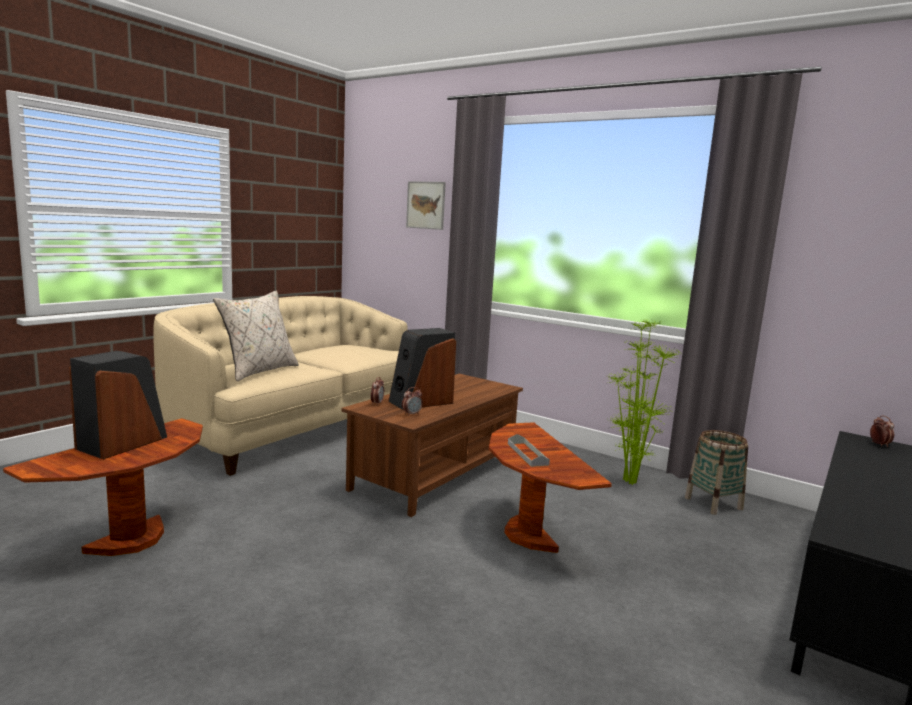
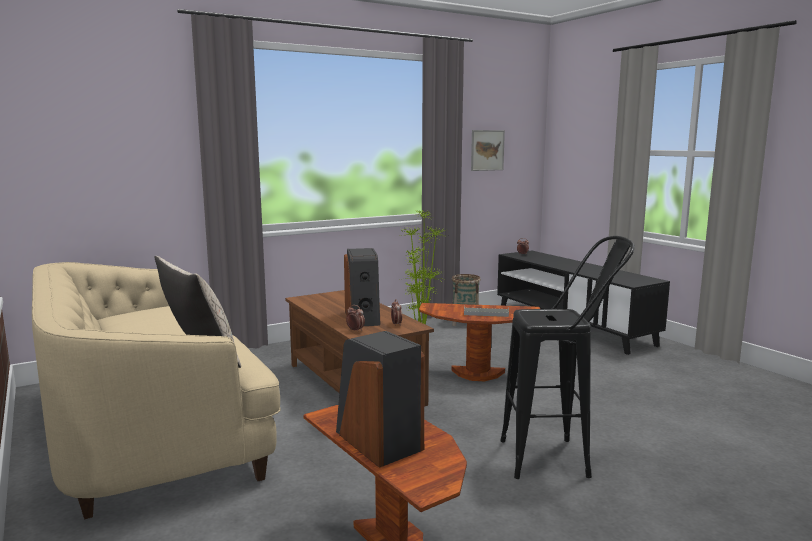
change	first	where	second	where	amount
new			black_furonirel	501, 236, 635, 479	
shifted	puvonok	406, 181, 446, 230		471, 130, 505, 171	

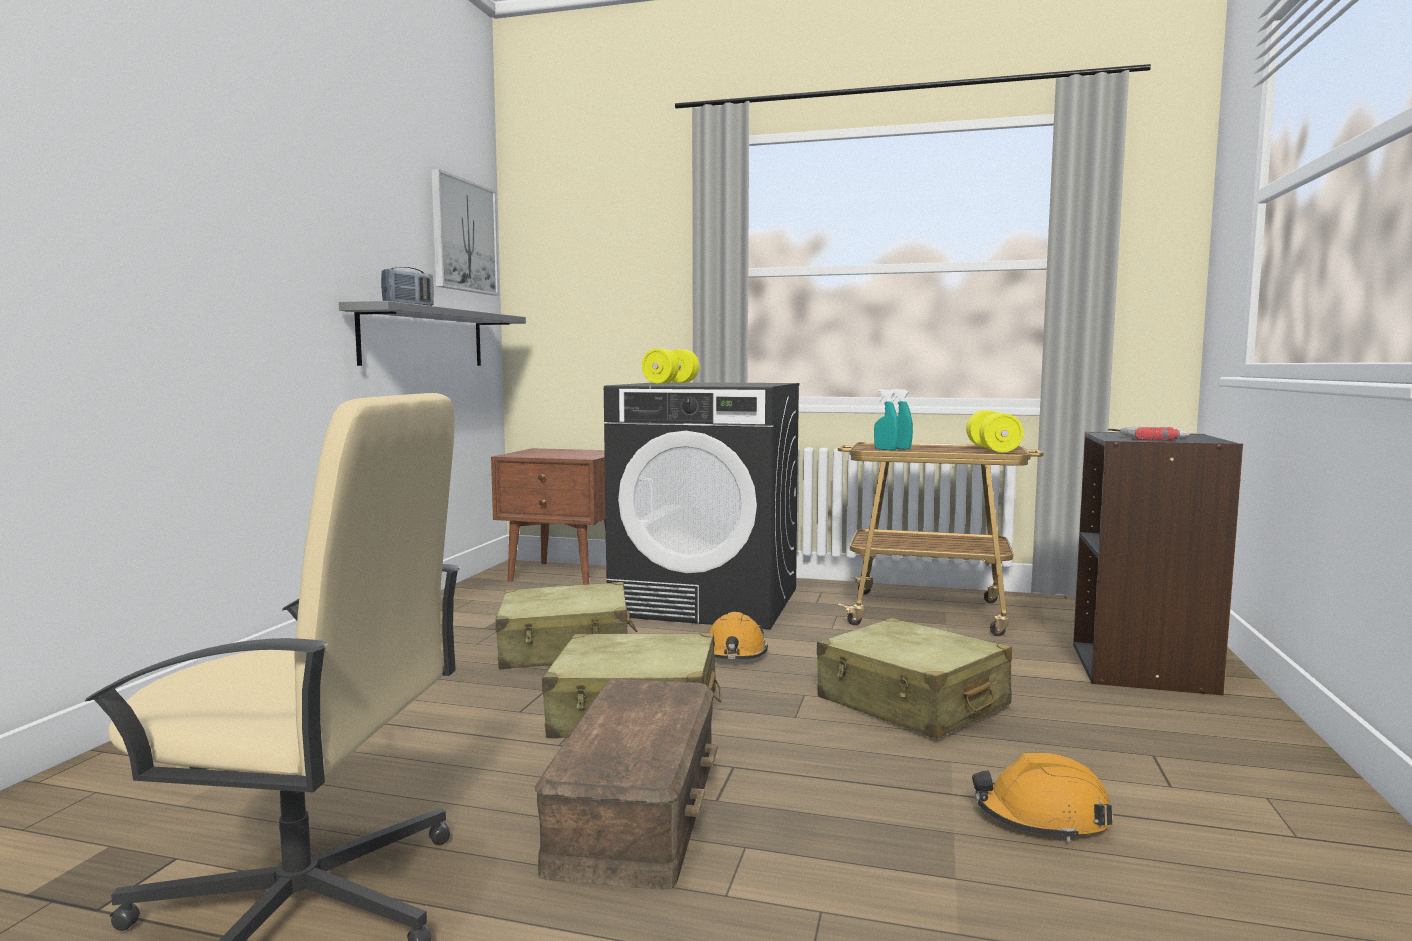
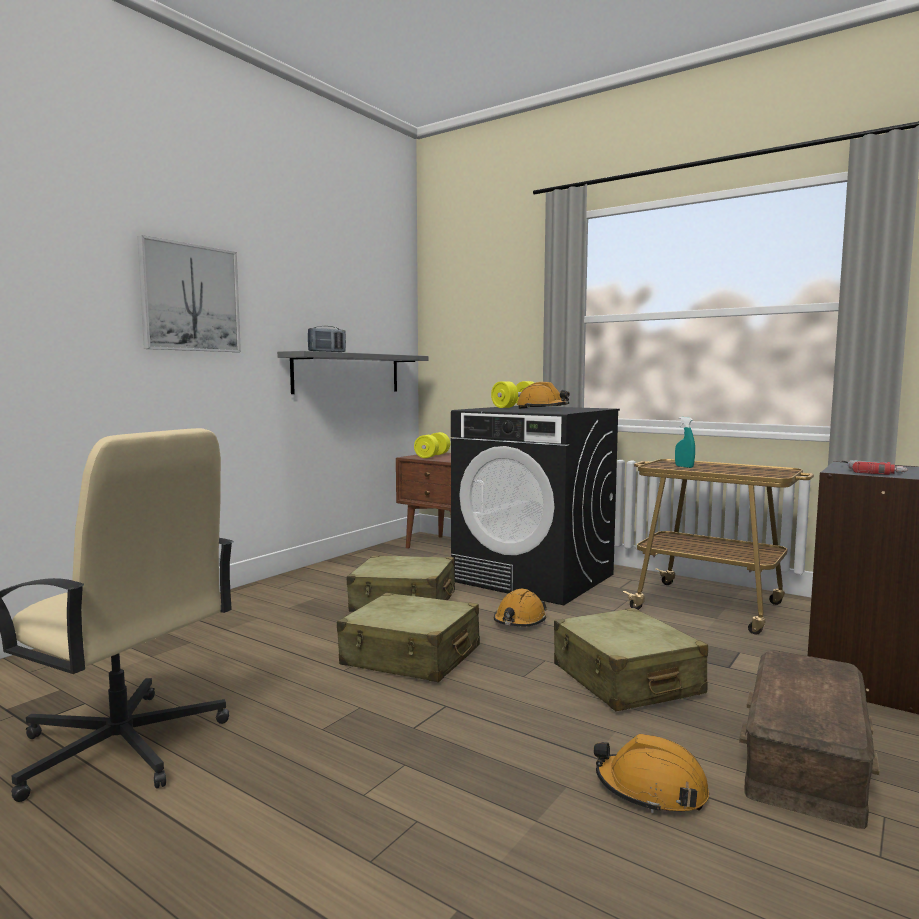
change	first	where	second	where	amount
gone	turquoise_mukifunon	874, 389, 899, 450			
new			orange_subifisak	517, 382, 570, 409	
shifted	puvonok	431, 169, 499, 295		137, 235, 241, 352	
shifted	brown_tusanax	535, 679, 718, 890		739, 650, 880, 829	
shifted	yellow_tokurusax	966, 410, 1023, 453		414, 432, 450, 458	

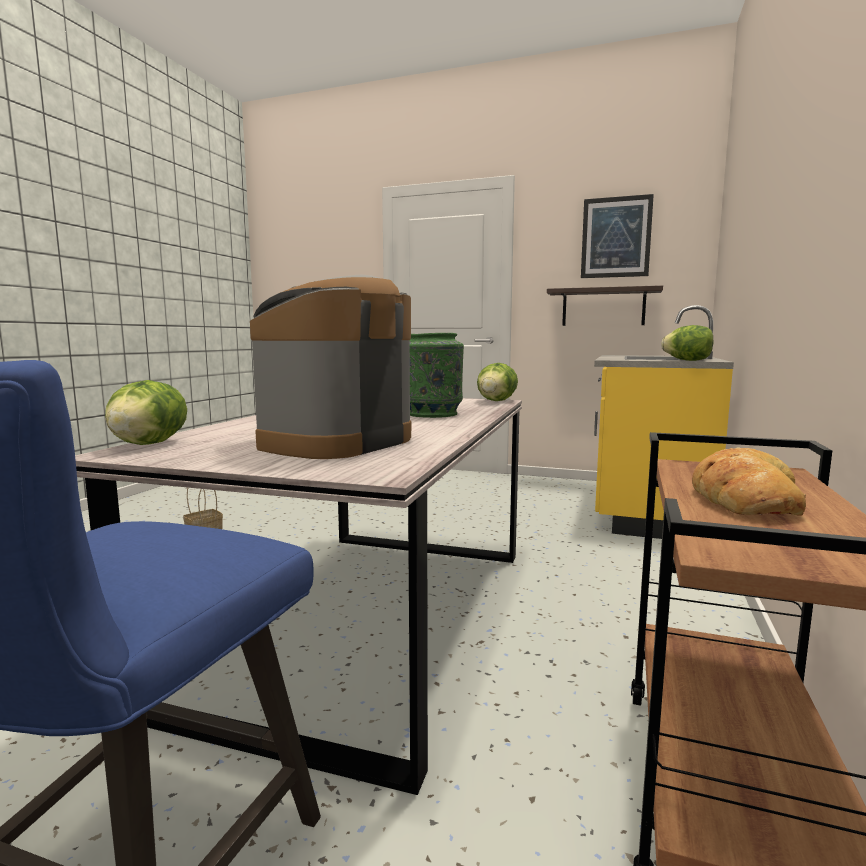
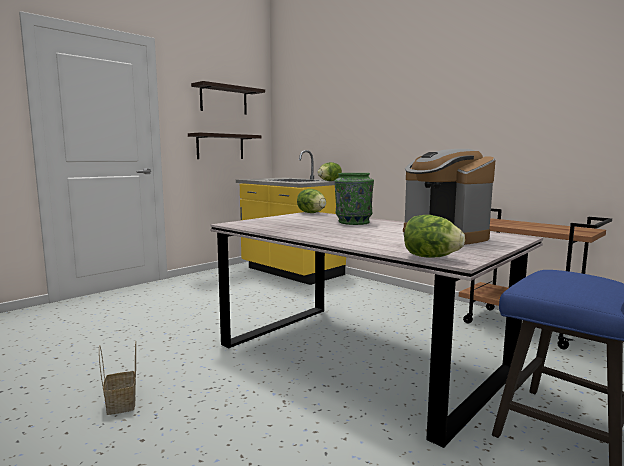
change	first	where	second	where	amount
gone	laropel	692, 447, 806, 515			
swapped	puvonok	581, 194, 654, 278	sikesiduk	191, 81, 265, 115	

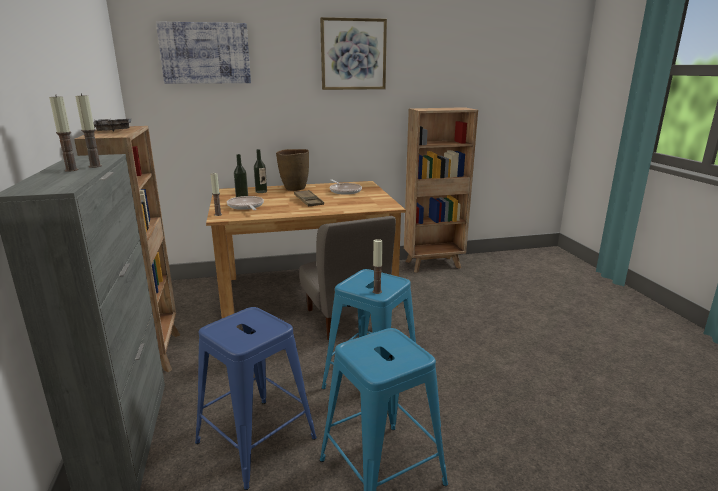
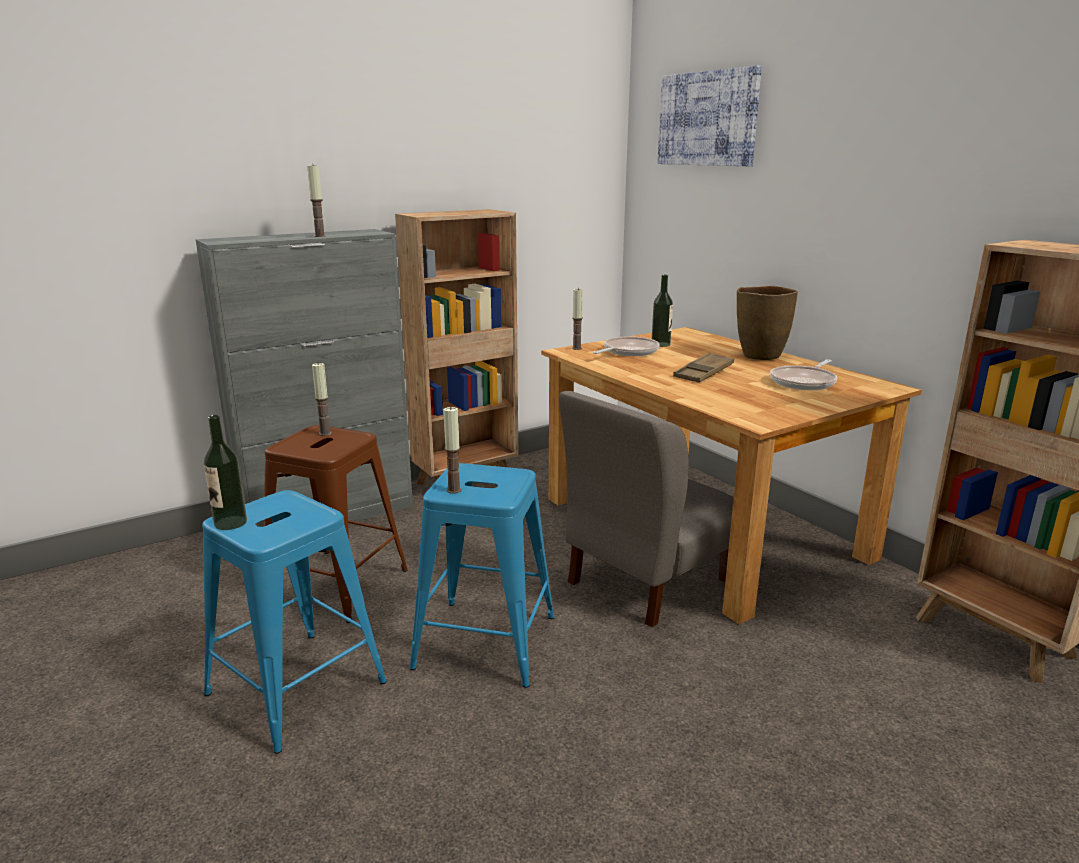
change	first	where	second	where	amount
gone	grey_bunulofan	93, 118, 131, 132			
gone	puvonok	320, 17, 387, 90			
shifted	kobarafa	49, 94, 79, 172		312, 362, 332, 436	
shifted	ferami	254, 149, 267, 193		204, 415, 247, 530	
repainted	blue_furonirel	195, 307, 317, 490	brown_furonirel	264, 425, 408, 623	

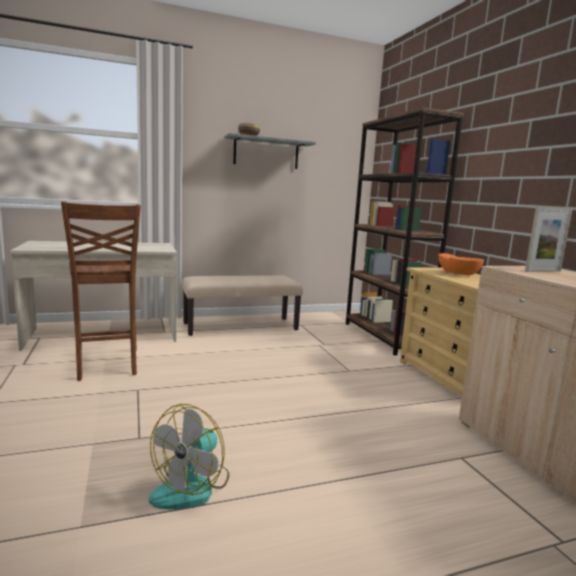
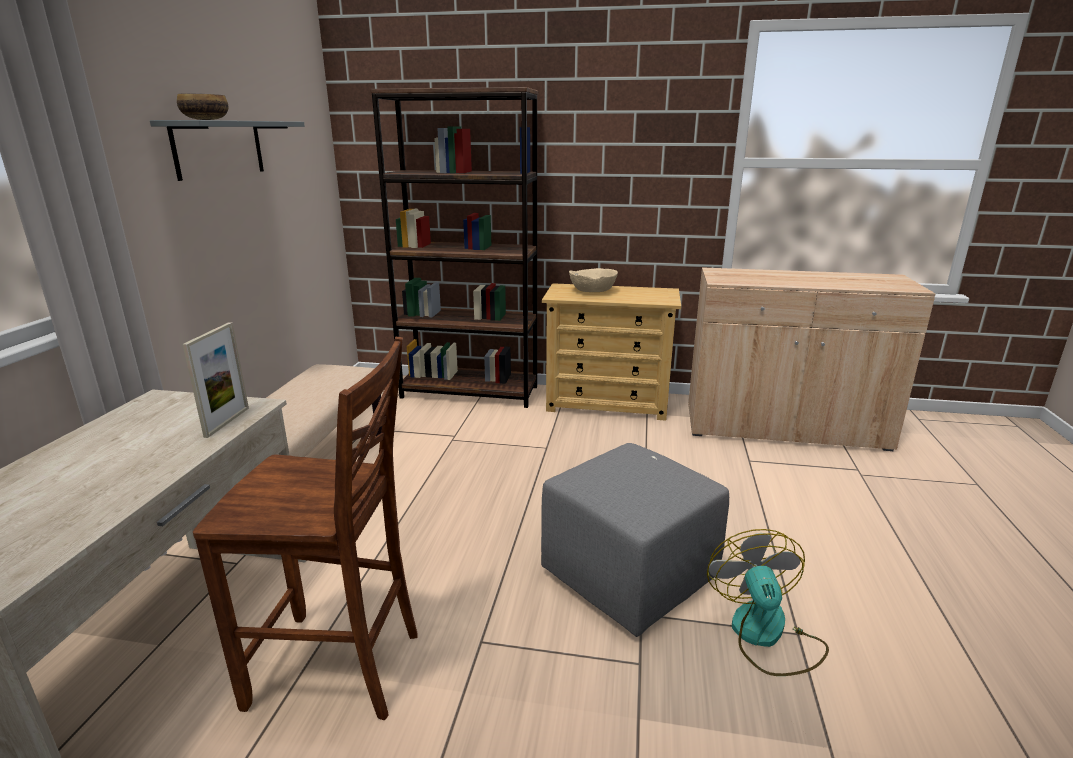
change	first	where	second	where	amount
new			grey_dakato	541, 443, 729, 637	
shifted	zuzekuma	525, 206, 573, 272		183, 322, 249, 438	
repainted	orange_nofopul	438, 253, 484, 275	beige_nofopul	569, 268, 618, 292	
rotated	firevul	149, 404, 229, 509		707, 529, 829, 676	150 degrees counterclockwise

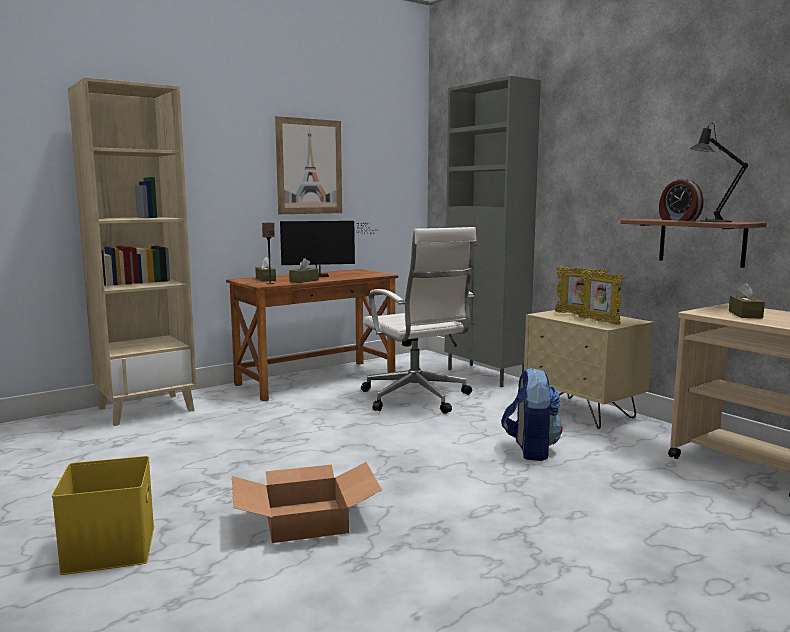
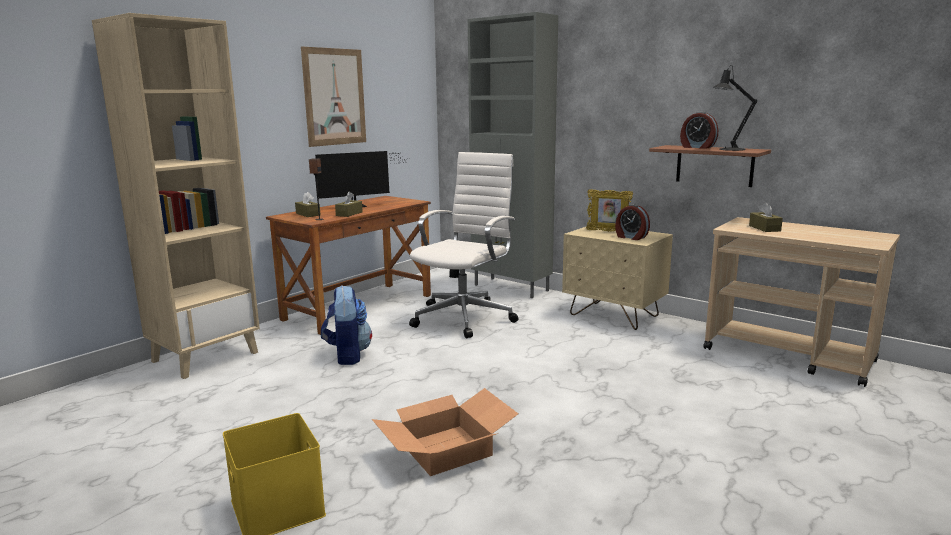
change	first	where	second	where	amount
shifted	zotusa	501, 367, 563, 461		321, 285, 372, 365	
swapped	zuzekuma	578, 270, 623, 325	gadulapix	615, 204, 650, 240	
rotated	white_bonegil	361, 227, 477, 414		409, 152, 519, 338	105 degrees counterclockwise

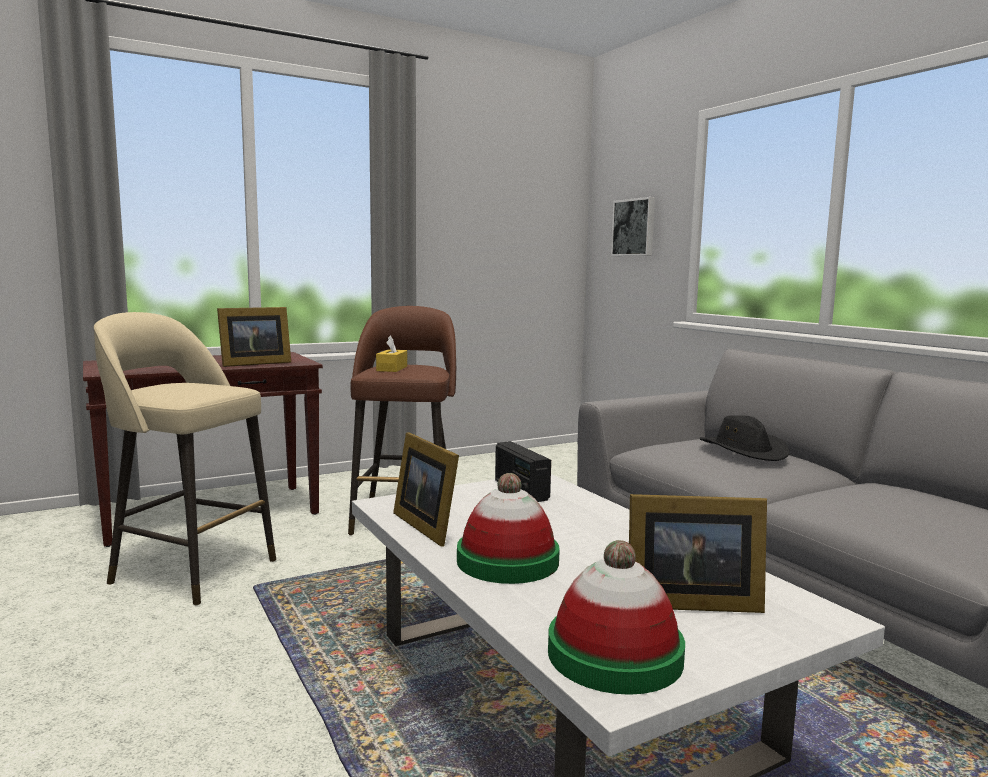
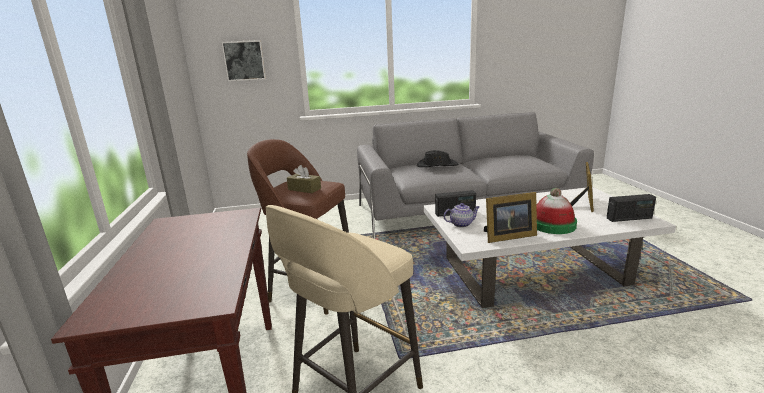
change	first	where	second	where	amount
gone	zuzekuma	217, 307, 291, 367			
new			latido	443, 203, 479, 227	
swapped	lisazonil	548, 540, 685, 695	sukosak	607, 194, 656, 222	
repainted	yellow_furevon	376, 335, 407, 372	brown_furevon	287, 165, 321, 193	

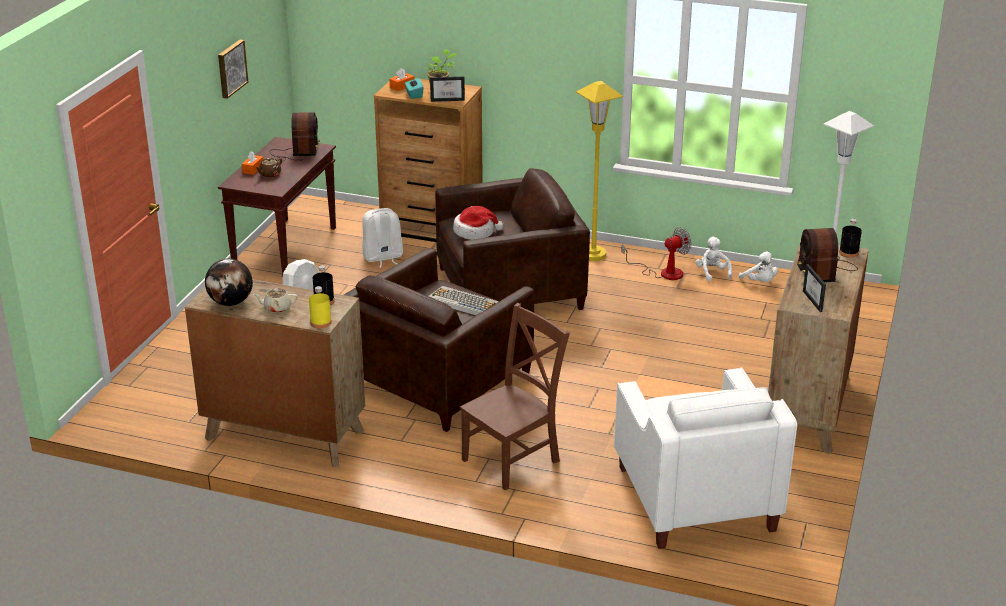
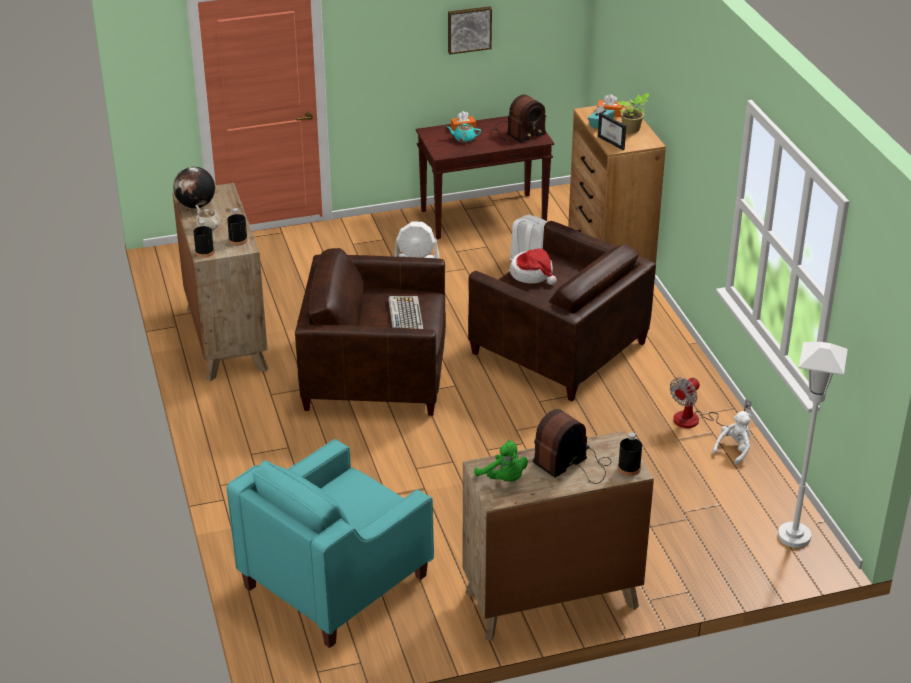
change	first	where	second	where	amount
gone	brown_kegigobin	460, 303, 570, 491			
gone	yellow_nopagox	576, 81, 623, 261			
gone	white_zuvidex	739, 252, 778, 282			
swapped	zuzekuma	803, 264, 826, 312	green_zuvidex	474, 440, 528, 482	
repainted	brown_latido	256, 158, 282, 177	turquoise_latido	447, 123, 481, 143	
repainted	yellow_ferami	309, 286, 332, 328	black_ferami	193, 220, 214, 258	
repainted	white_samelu	614, 368, 797, 549	turquoise_samelu	227, 439, 434, 648	
rotated	firevul	621, 227, 691, 280		670, 377, 751, 428	105 degrees clockwise

